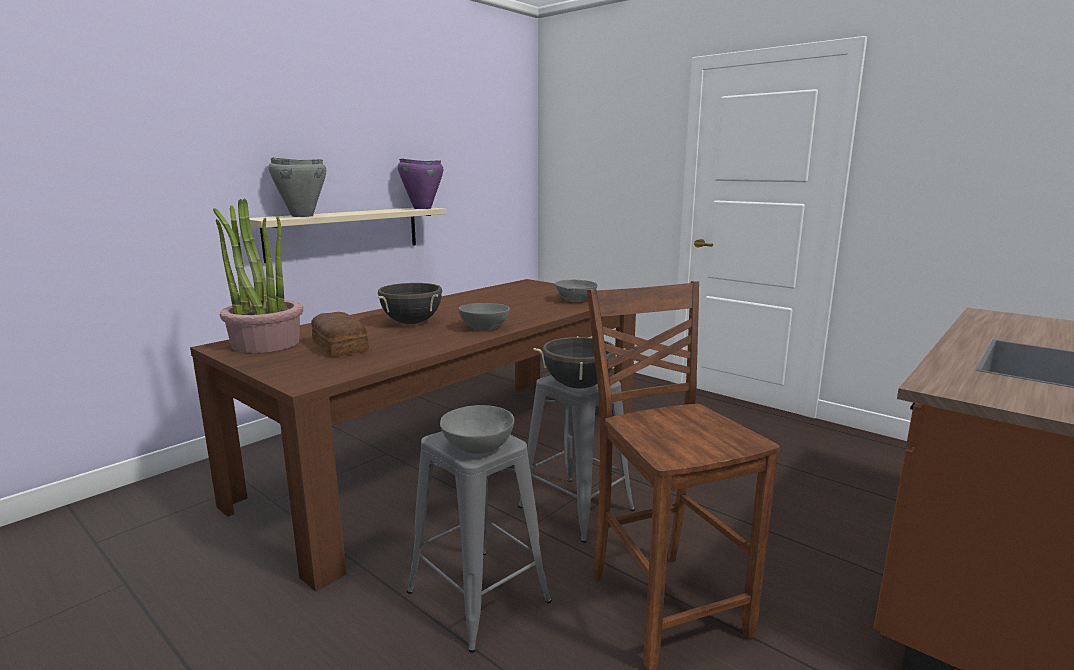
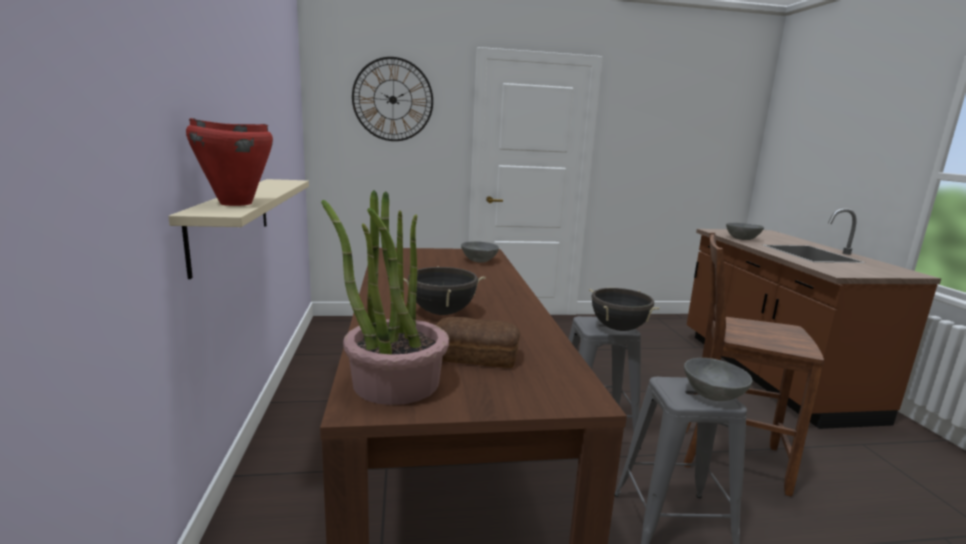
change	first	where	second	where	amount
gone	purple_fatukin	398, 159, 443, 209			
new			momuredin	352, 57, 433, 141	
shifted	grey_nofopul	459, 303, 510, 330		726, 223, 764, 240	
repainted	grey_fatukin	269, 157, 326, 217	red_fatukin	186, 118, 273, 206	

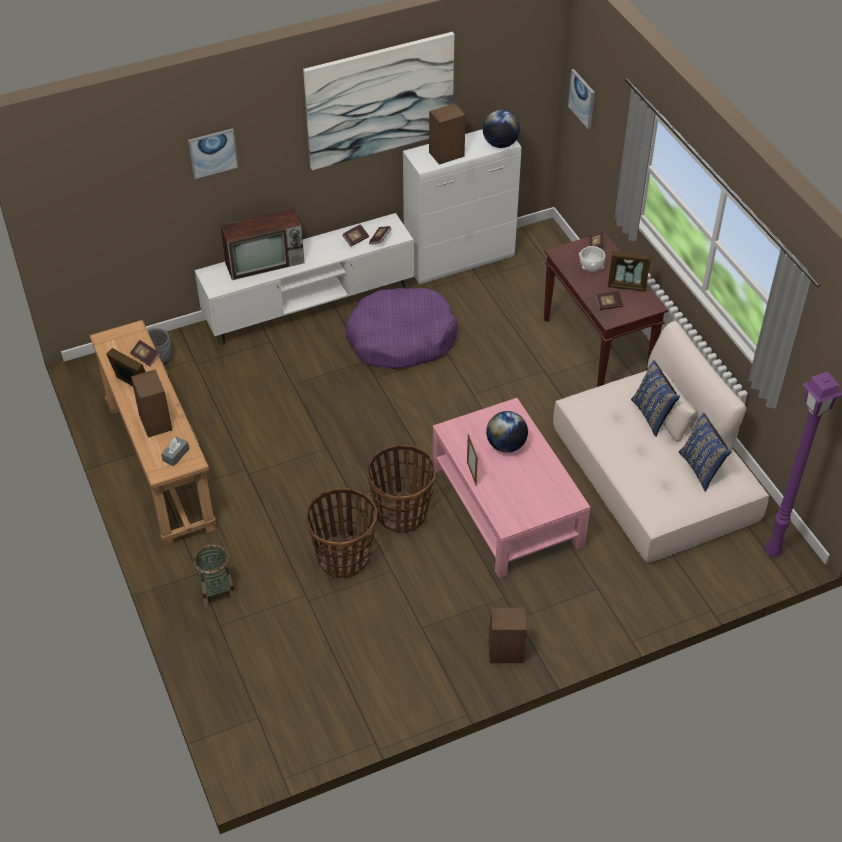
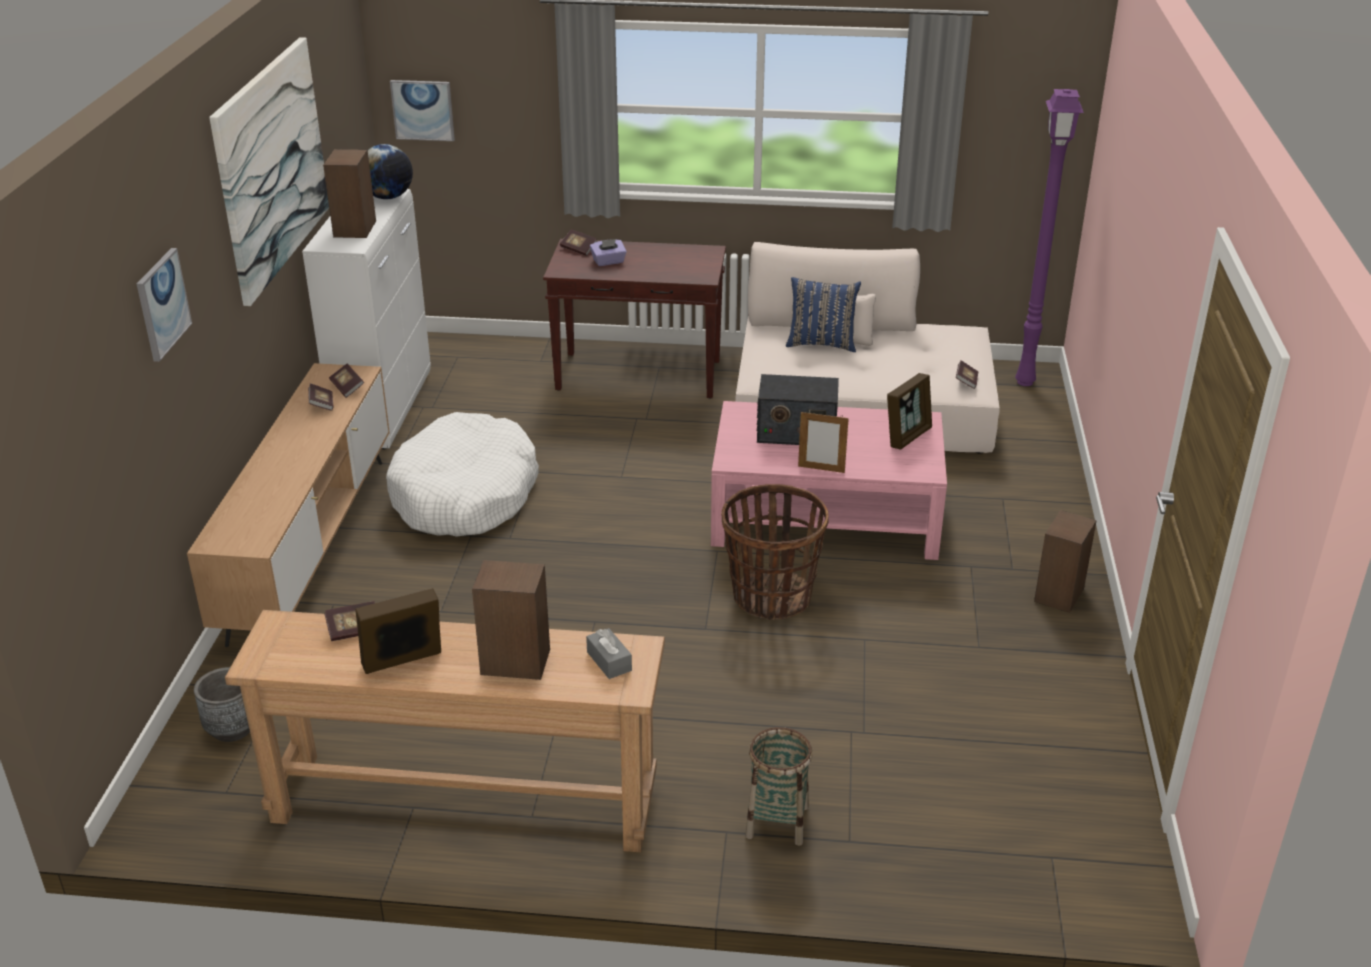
change	first	where	second	where	amount
gone	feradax	220, 209, 304, 280			
gone	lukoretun	305, 488, 378, 578			
gone	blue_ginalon	679, 413, 732, 492			
shifted	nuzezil	595, 291, 623, 310		956, 360, 978, 389	
shifted	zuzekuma	608, 251, 651, 292		887, 373, 932, 449	
swapped	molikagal	486, 411, 528, 453	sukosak	757, 374, 839, 445	
swapped	white_nofopul	579, 246, 606, 272	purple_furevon	590, 239, 627, 266	
repainted	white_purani	195, 213, 414, 345	brown_purani	187, 363, 390, 647	
repainted	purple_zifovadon	346, 288, 458, 369	white_zifovadon	386, 412, 539, 537	

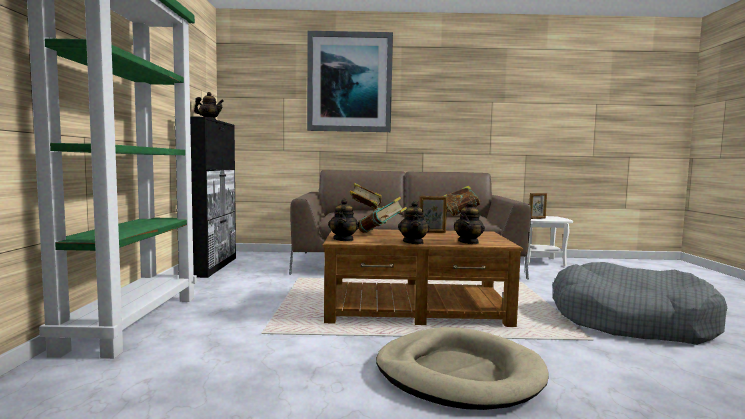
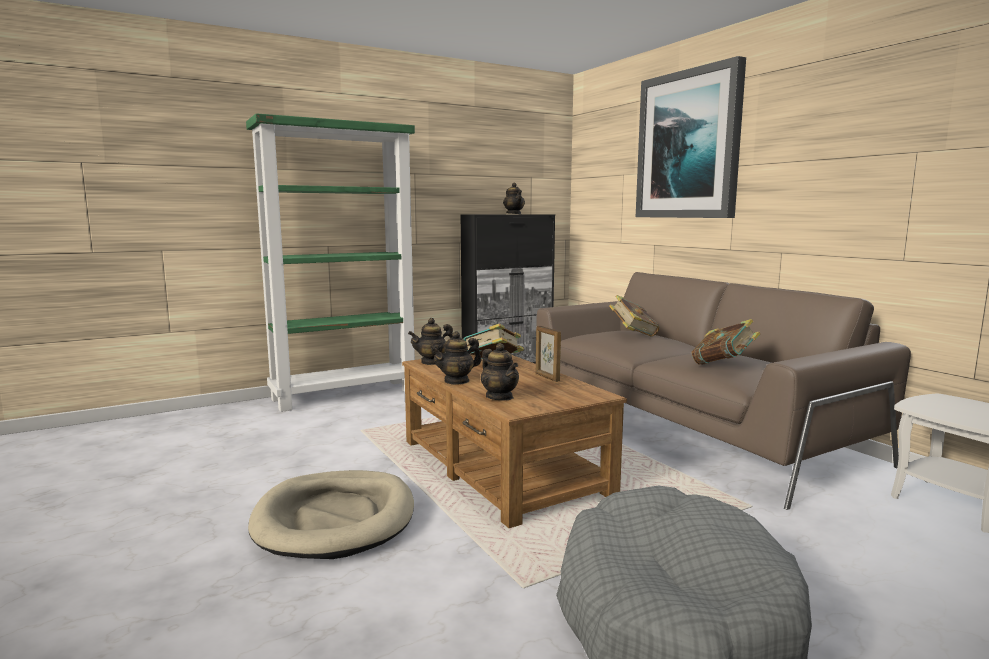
change	first	where	second	where	amount
gone	zuzekuma	529, 193, 547, 219			
rotated	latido	454, 201, 485, 244		481, 343, 519, 400	120 degrees counterclockwise

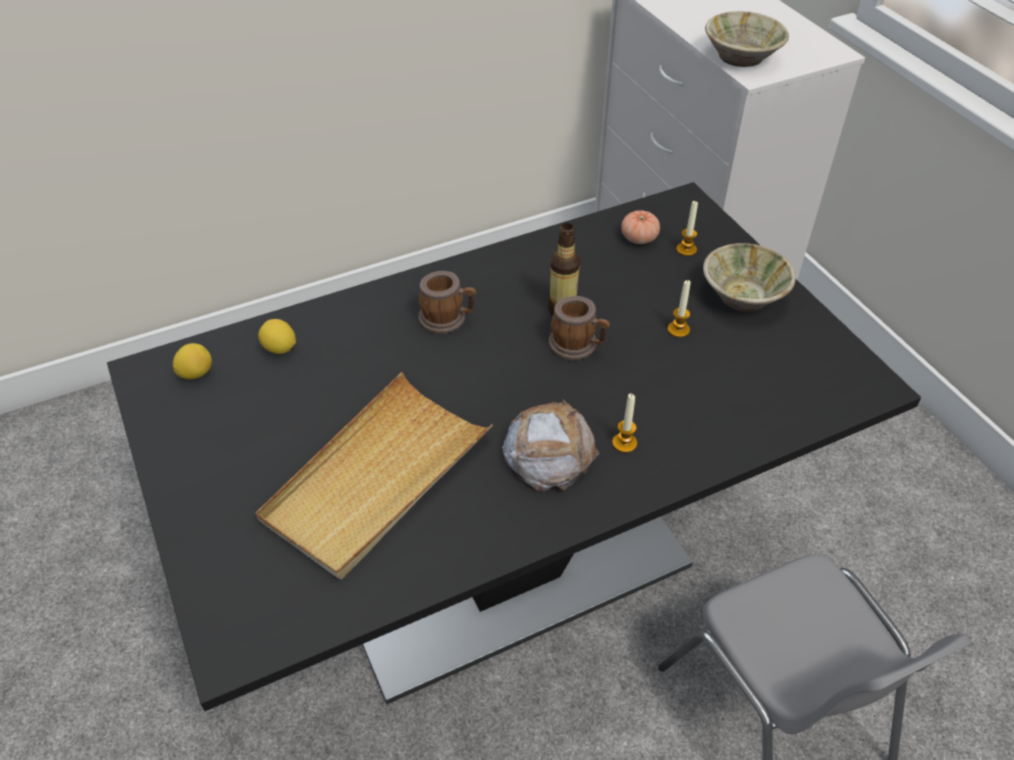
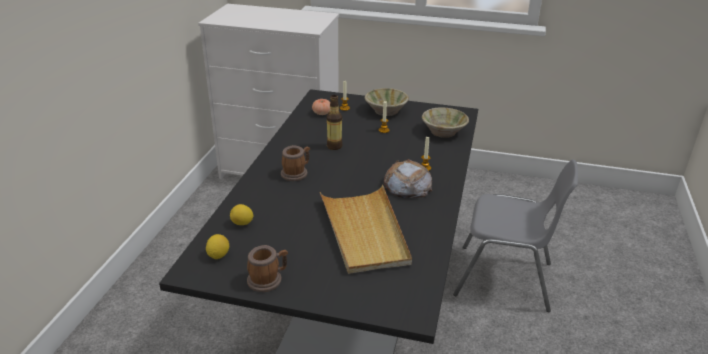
change	first	where	second	where	amount
shifted	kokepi	549, 296, 610, 360		247, 245, 288, 292	
shifted	beige_nofopul	705, 11, 789, 67		422, 107, 469, 138	

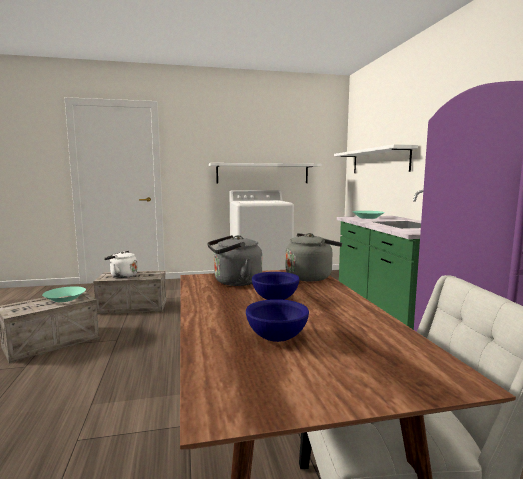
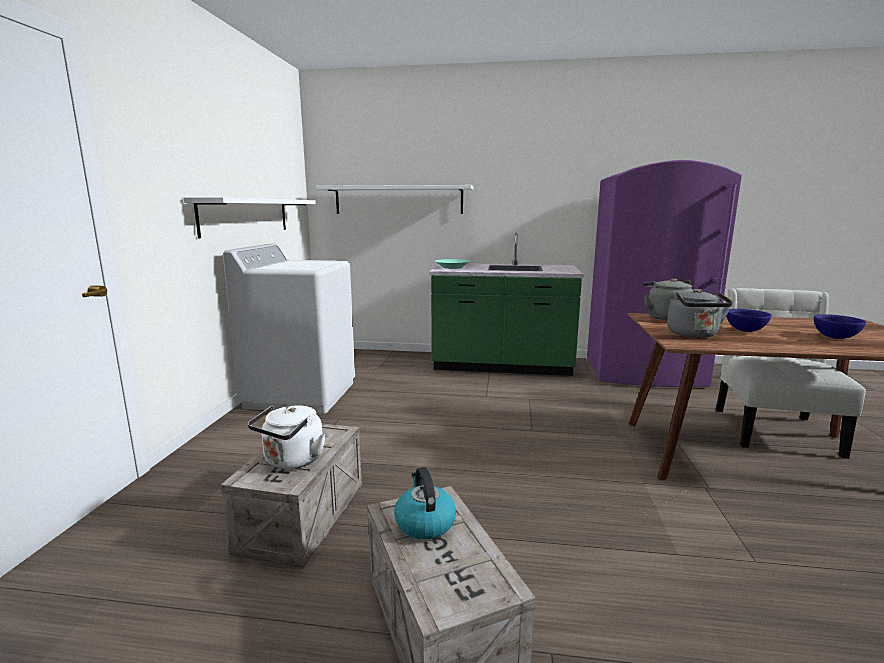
change	first	where	second	where	amount
swapped	turquoise_nofopul	42, 286, 86, 302	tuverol	394, 467, 456, 539	

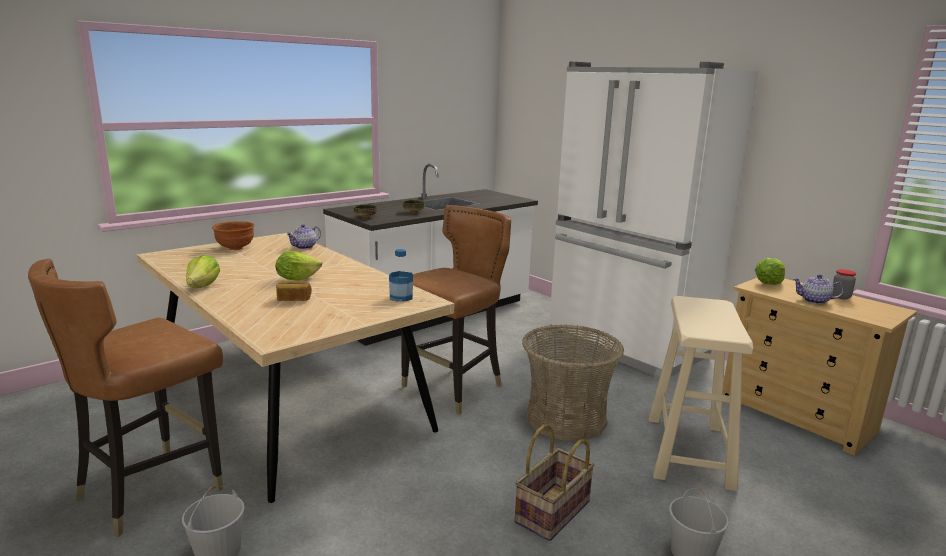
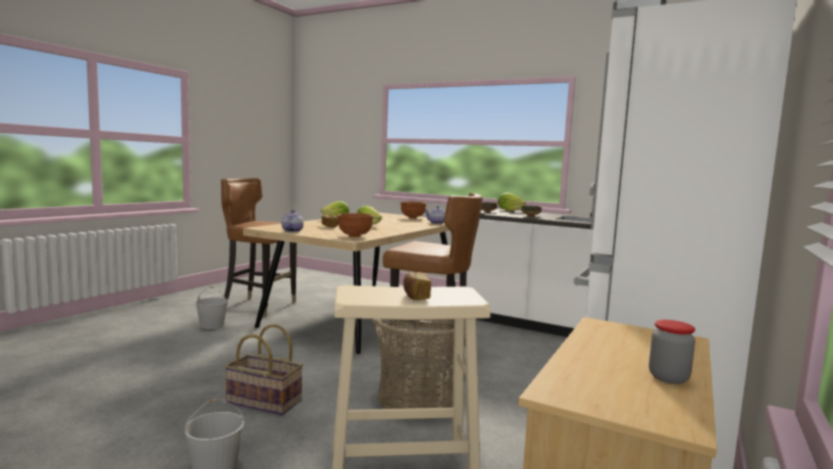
change	first	where	second	where	amount
new			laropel	403, 272, 431, 300	
shifted	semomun	755, 258, 785, 285		498, 192, 526, 211	
shifted	latido	793, 274, 844, 304		281, 210, 304, 232	
swapped	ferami	389, 249, 413, 302	brown_nofopul	337, 213, 374, 237	

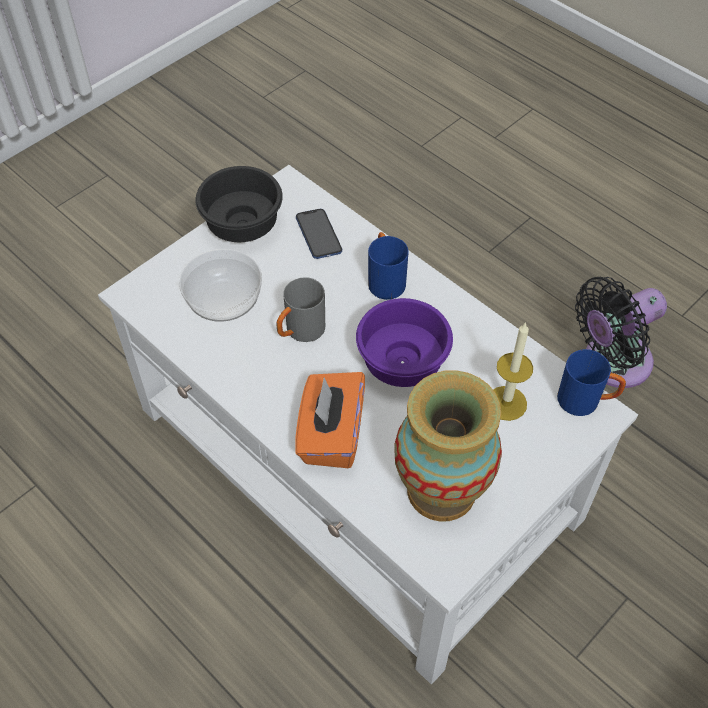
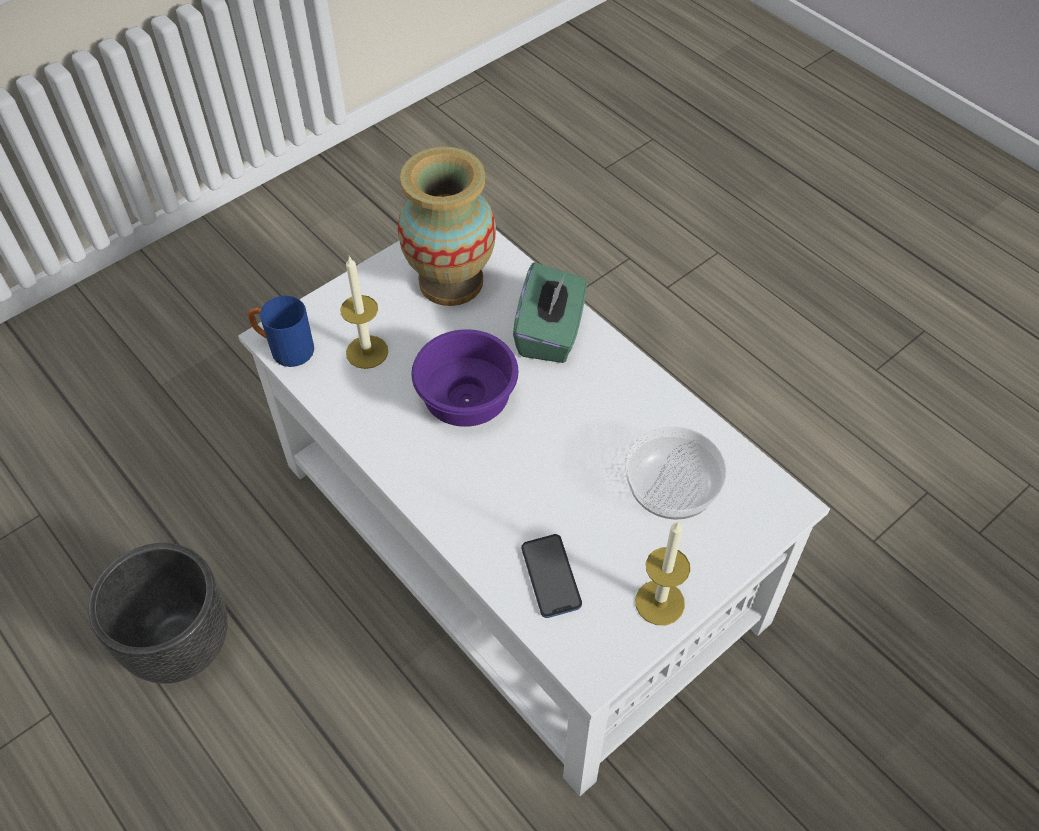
change	first	where	second	where	amount
gone	grey_kokepi	276, 277, 325, 342			
gone	blue_kokepi	368, 232, 409, 300			
swapped	black_nofopul	196, 166, 283, 242	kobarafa	635, 521, 690, 625	
swapped	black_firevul	575, 277, 667, 388	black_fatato	88, 543, 228, 684	
repainted	orange_furevon	295, 372, 365, 468	green_furevon	513, 262, 587, 363	

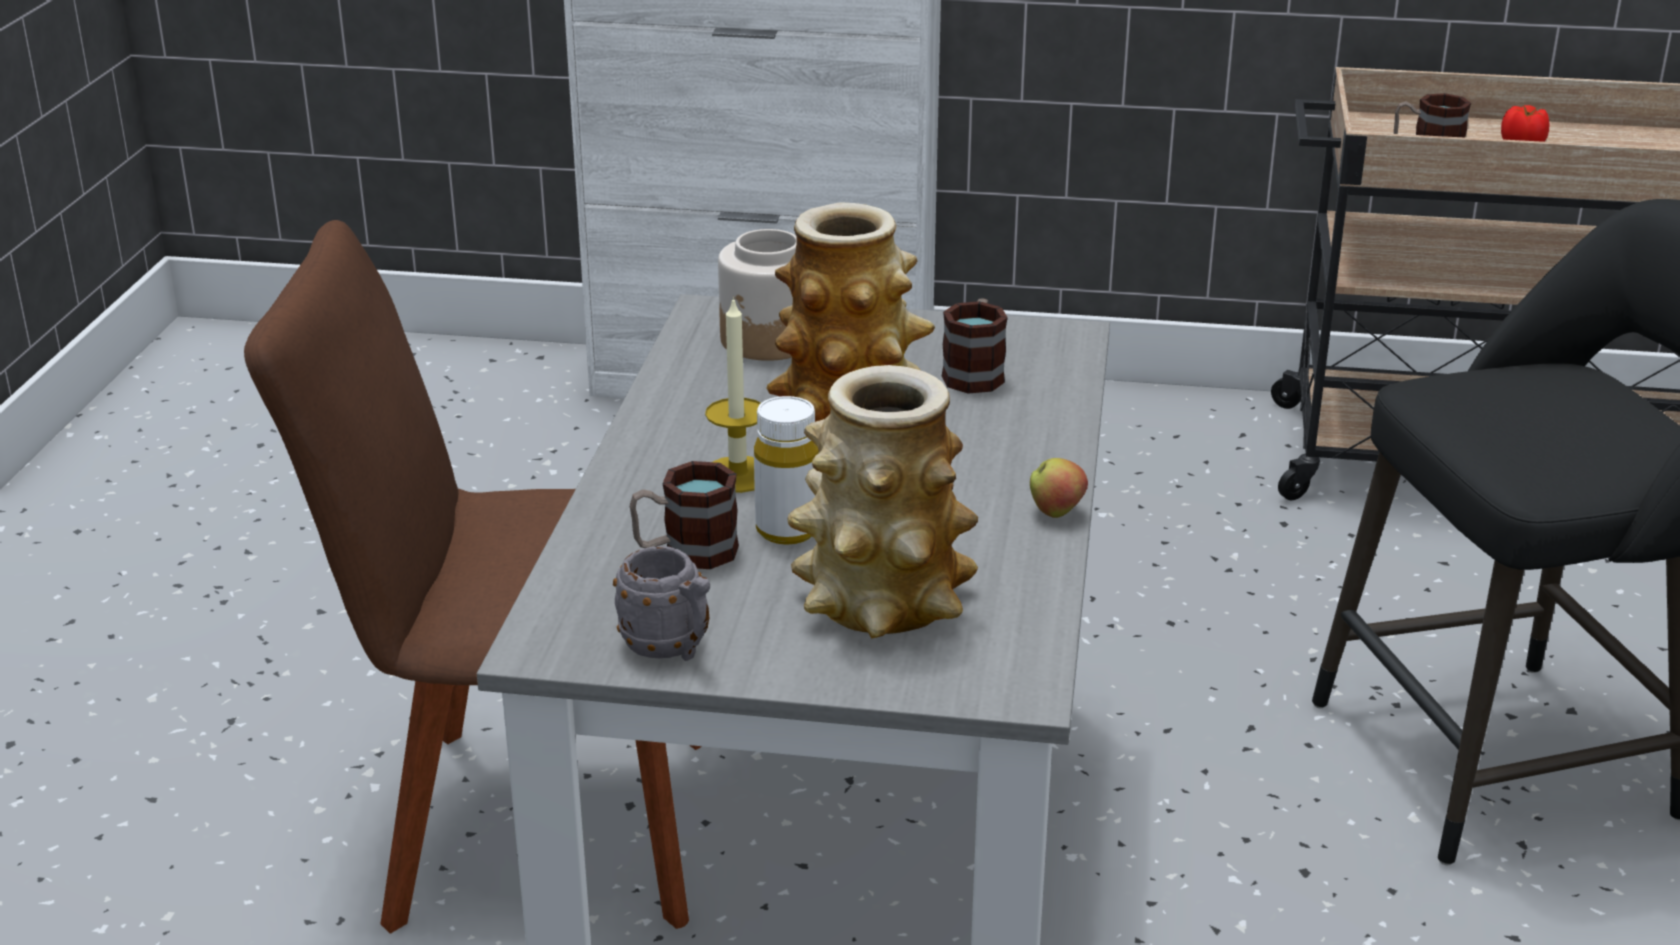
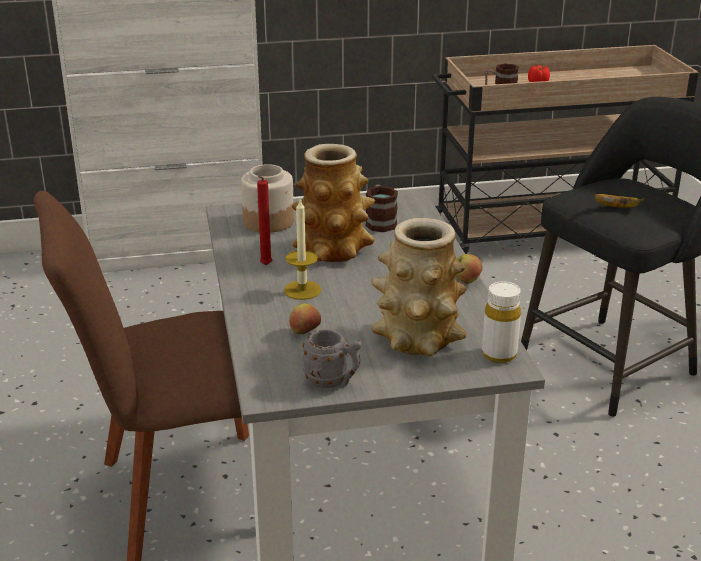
change	first	where	second	where	amount
new			red_kobarafa	257, 176, 272, 265	
new			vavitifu	594, 194, 646, 208	
shifted	white_ferami	754, 396, 819, 545		482, 281, 521, 363	
swapped	kokepi	630, 461, 739, 569	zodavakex	289, 303, 321, 334	

